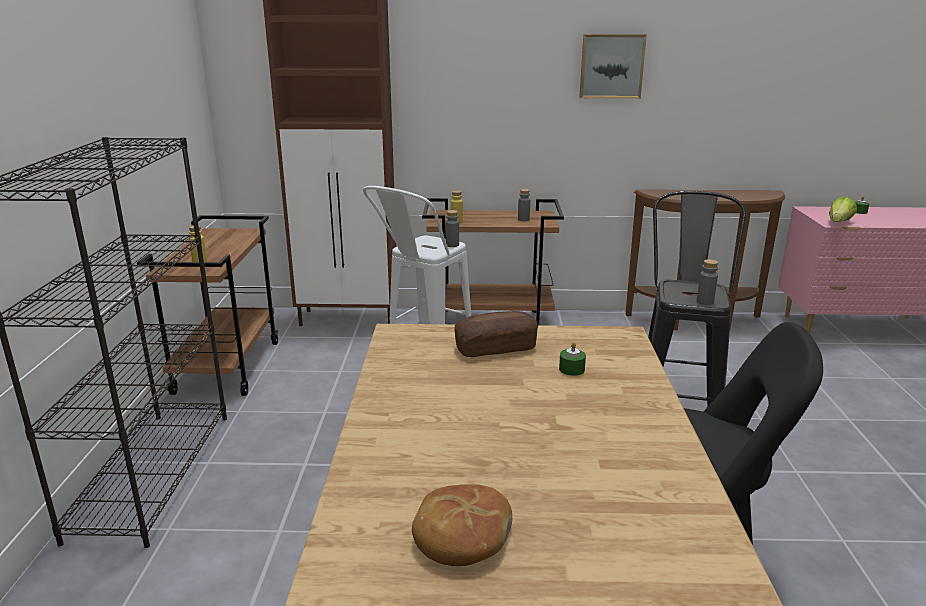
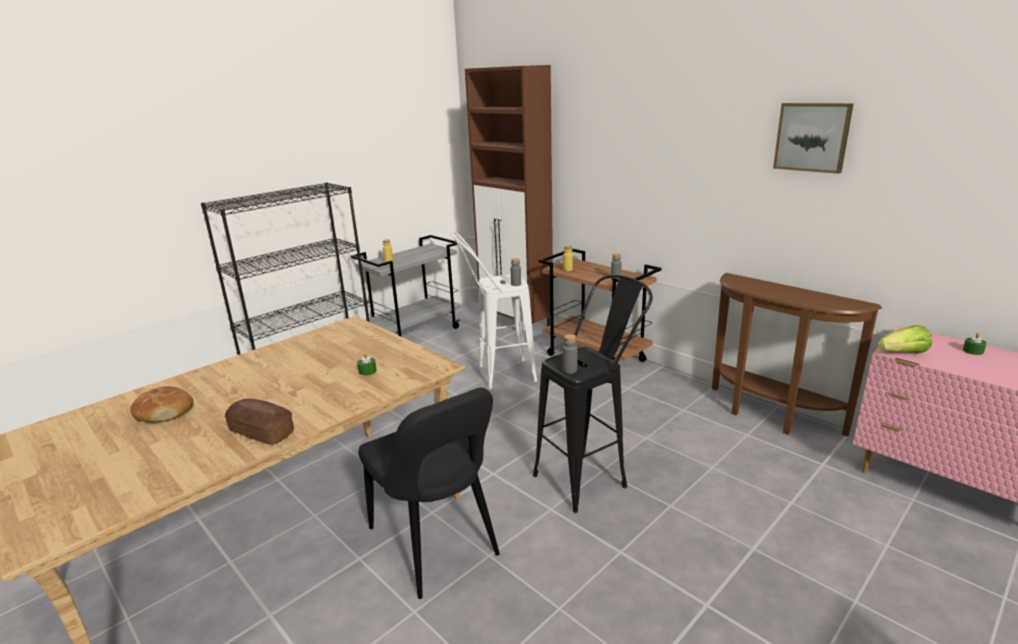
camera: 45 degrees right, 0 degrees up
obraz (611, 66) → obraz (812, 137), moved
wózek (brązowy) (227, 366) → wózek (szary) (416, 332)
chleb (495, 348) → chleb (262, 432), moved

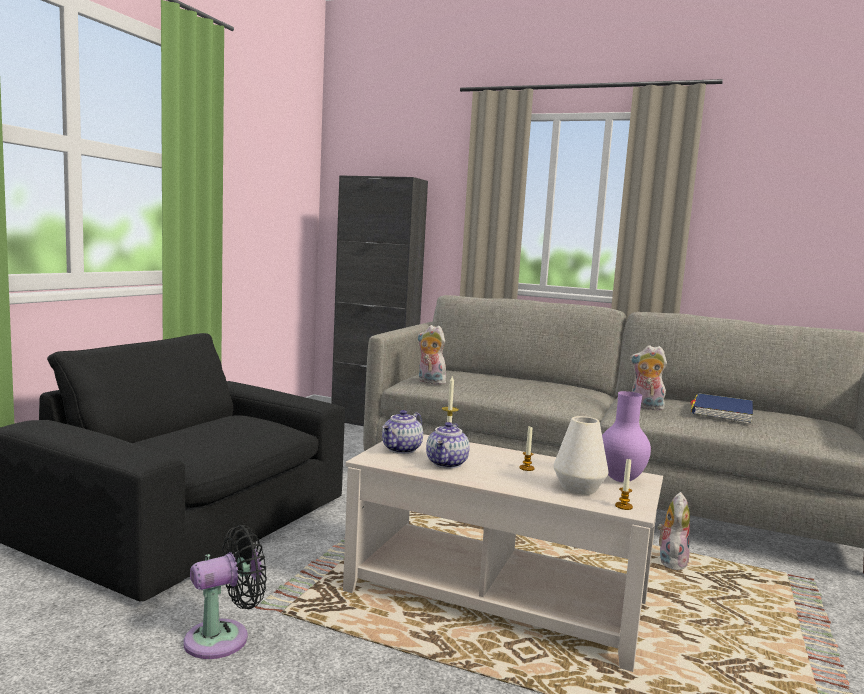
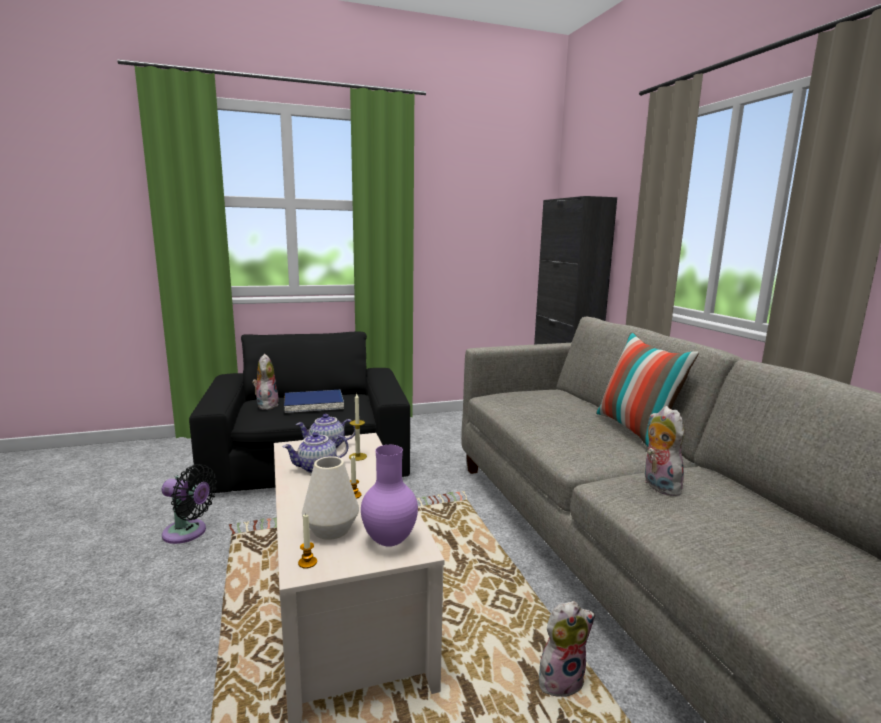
camera: 50 degrees right, 5 degrees up
pluszak (429, 382) → pluszak (266, 405), moved
książka (niebieski) (722, 412) → książka (niebieski) (313, 404), moved
- → poduszka (636, 430)

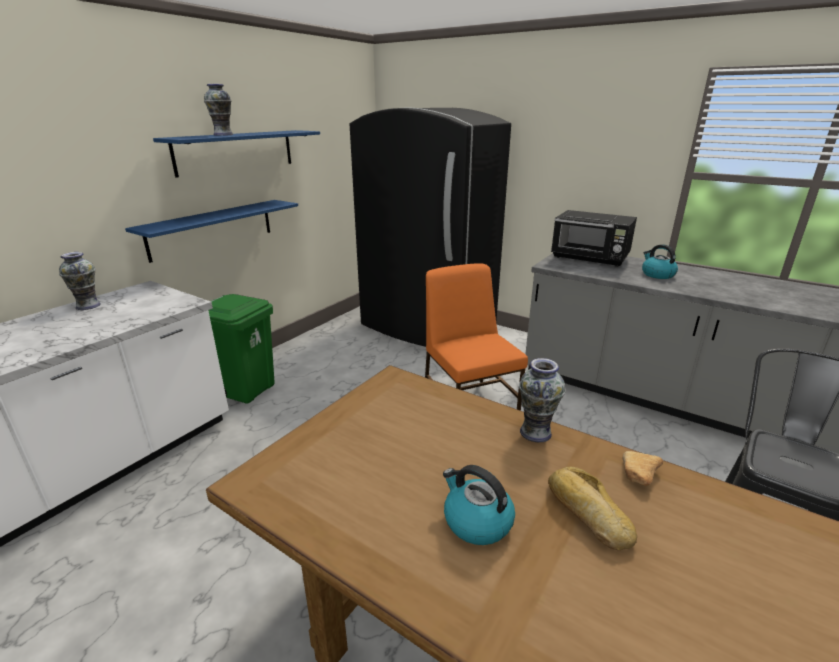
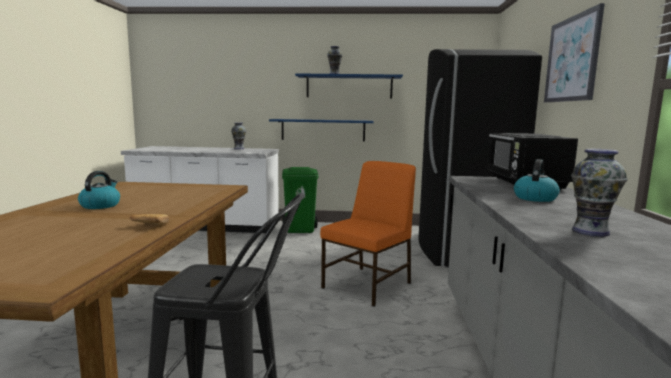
camera: 60 degrees right, 15 degrees down
wazon (535, 432) → wazon (590, 231), moved
chleb (586, 513) → -
- → obraz (572, 59)

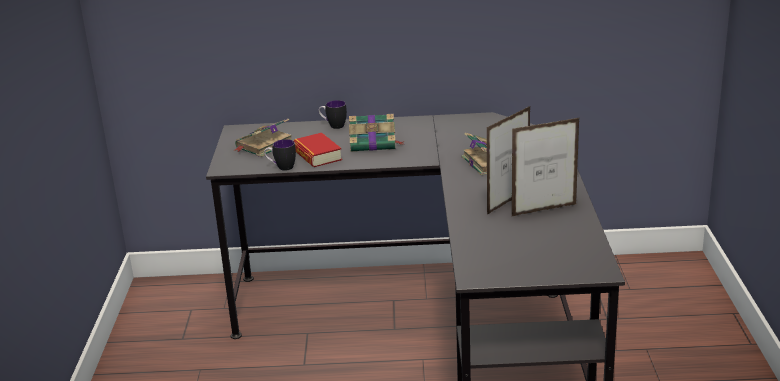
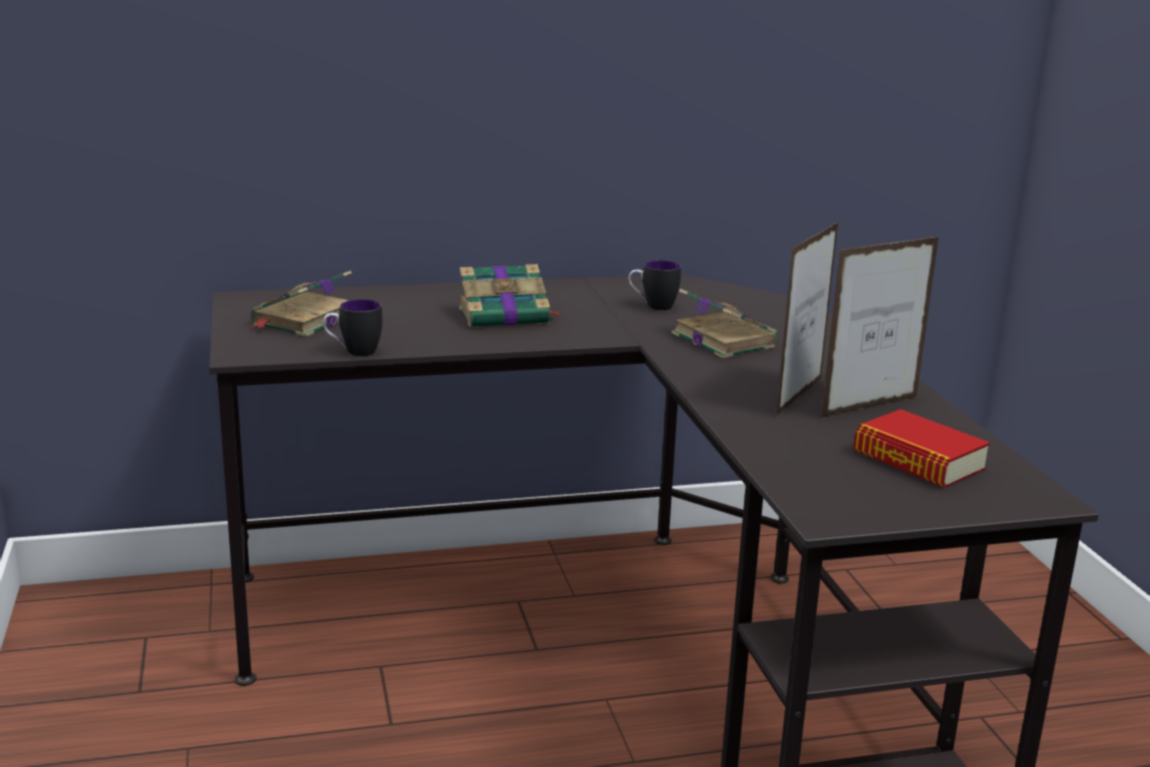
camera: 15 degrees left, 5 degrees down
kubek (333, 126) → kubek (652, 306), moved
książka (317, 155) → książka (918, 460), moved

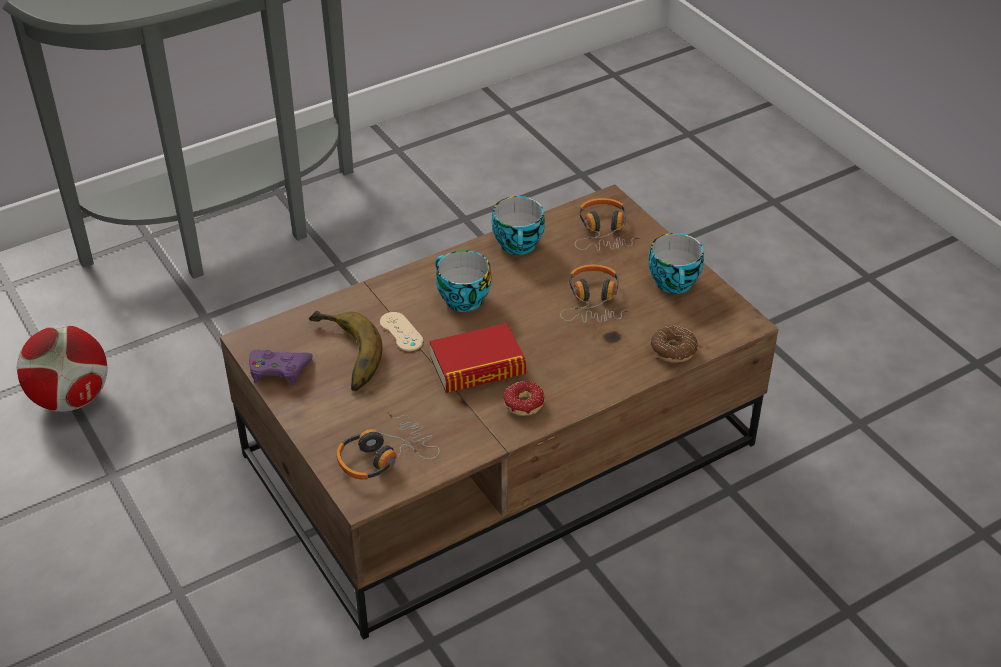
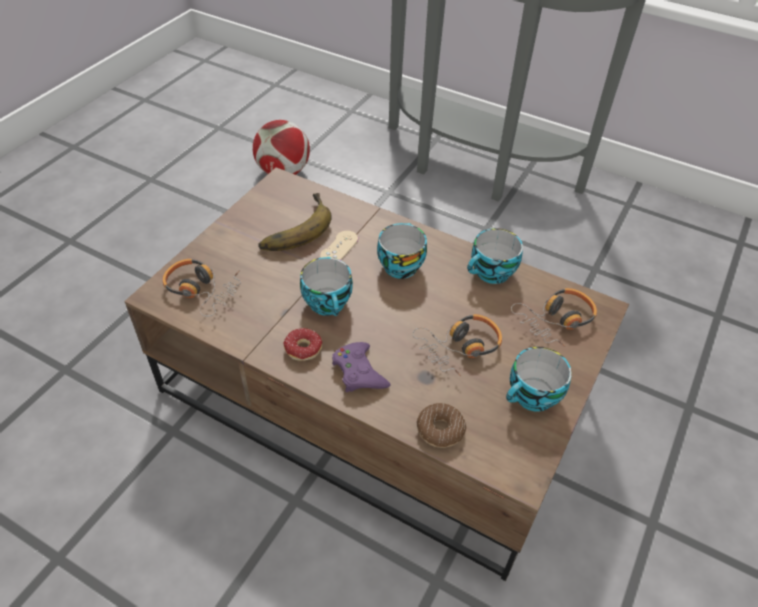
camera: 60 degrees right, 5 degrees up
książka (477, 366) → filiżanka (329, 304)
pad do gier (fioletowy) (279, 370) → pad do gier (fioletowy) (359, 372), moved

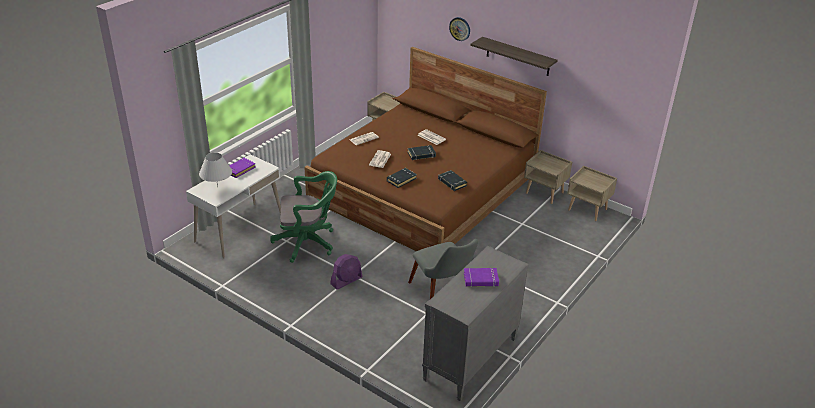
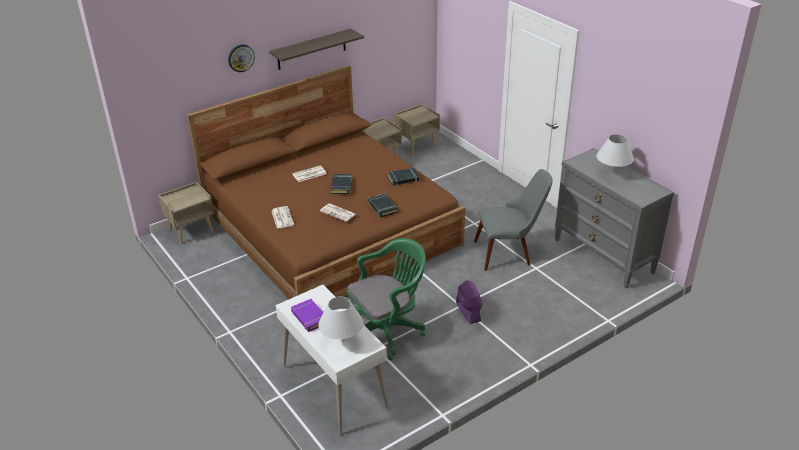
camera: 70 degrees left, 0 degrees up
krzesło biurowe (zielony) (308, 242) → krzesło biurowe (zielony) (388, 330), 45 degrees clockwise
książka (fioletowy) (481, 279) → lampa stołowa (biały) (612, 174)

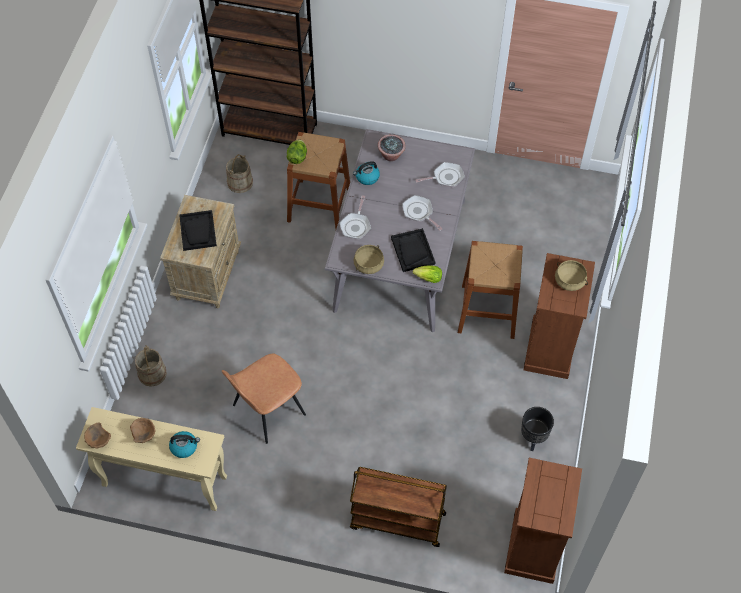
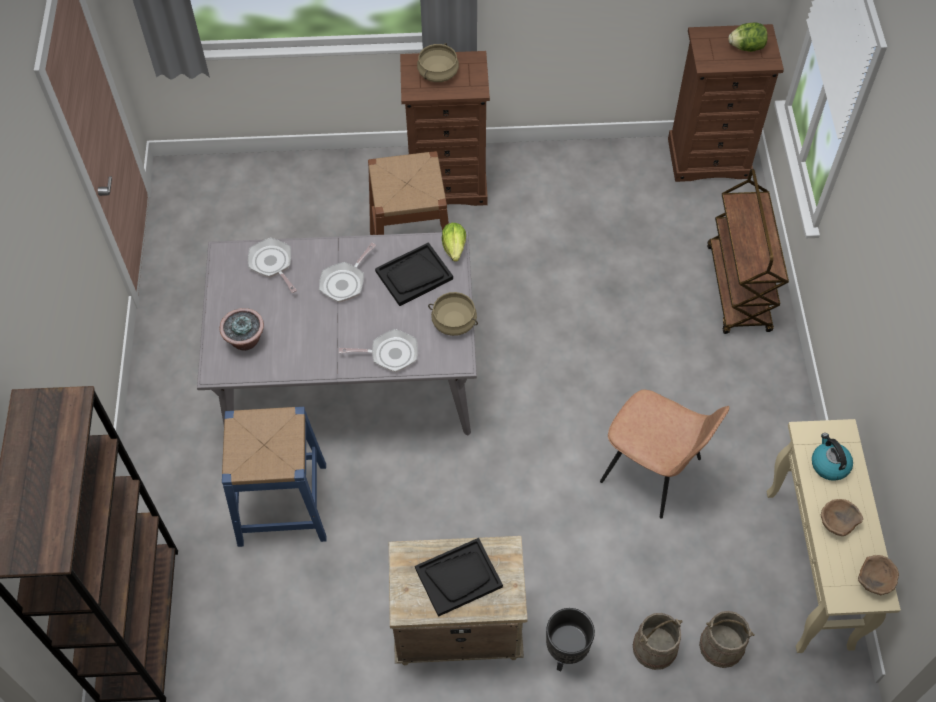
camera: 105 degrees left, 0 degrees up
stołek (brązowy) (319, 204) → stołek (niebieski) (282, 504)
sałata (297, 157) → sałata (746, 47), moved
wiadro (beżowy) (240, 182) → wiadro (beżowy) (721, 646), moved
czajnik (367, 177) → -
donica (czarny) (533, 439) → donica (czarny) (566, 652), moved

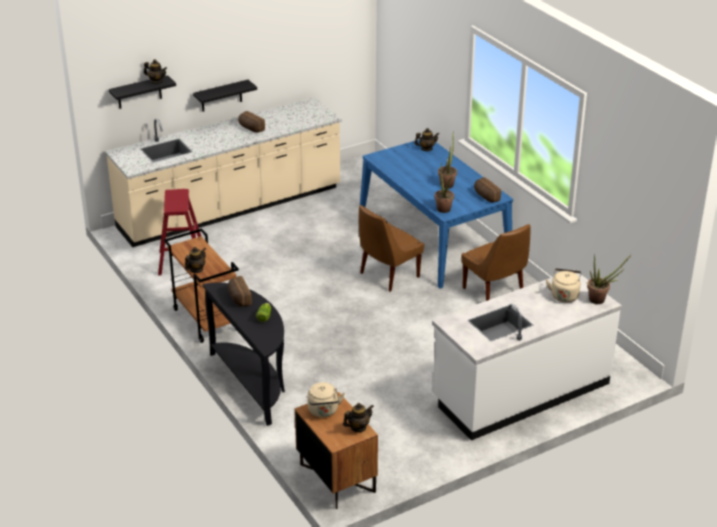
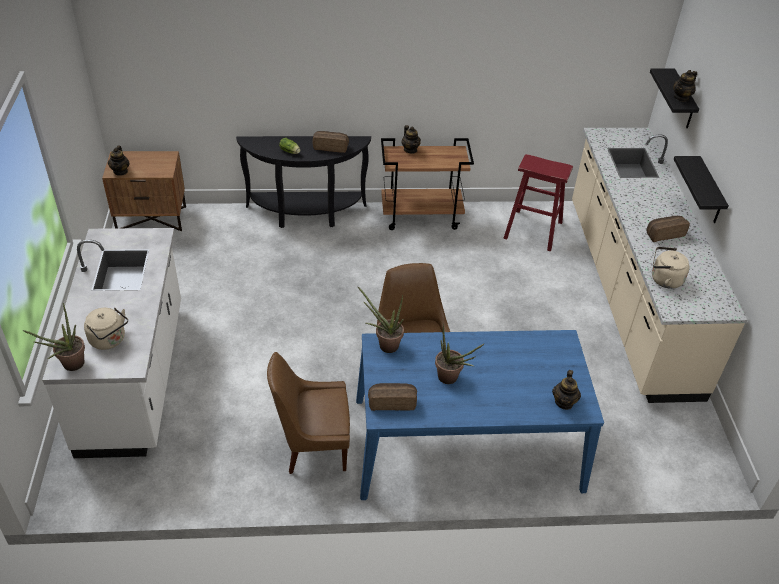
camera: 115 degrees right, 10 degrees up
czajnik (beżowy) (323, 411) → czajnik (beżowy) (664, 280), moved

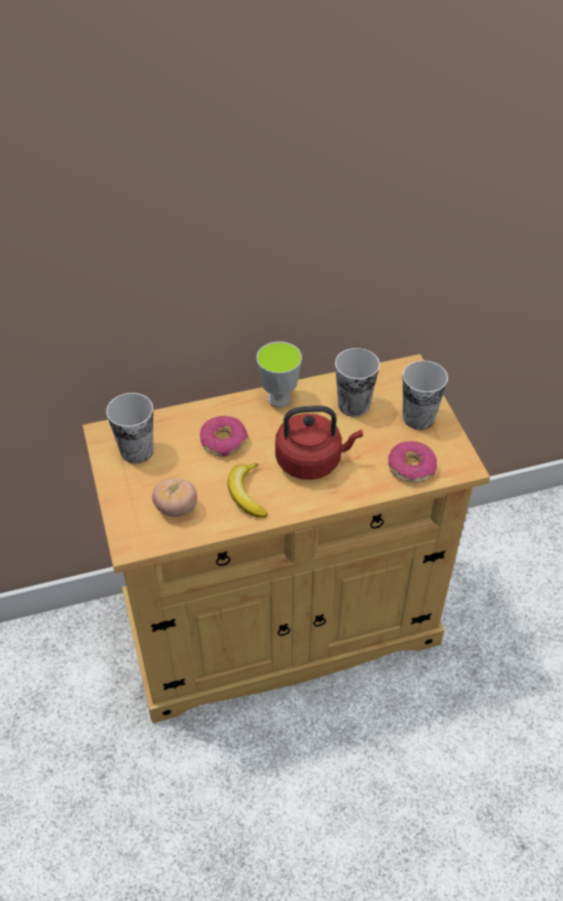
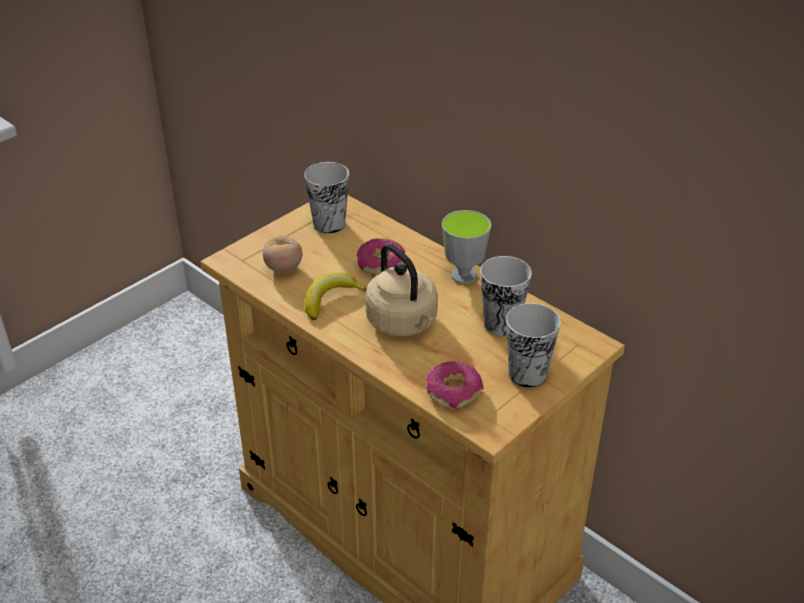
camera: 60 degrees right, 10 degrees down
czajnik (czerwony) (312, 461) → czajnik (beżowy) (404, 323)

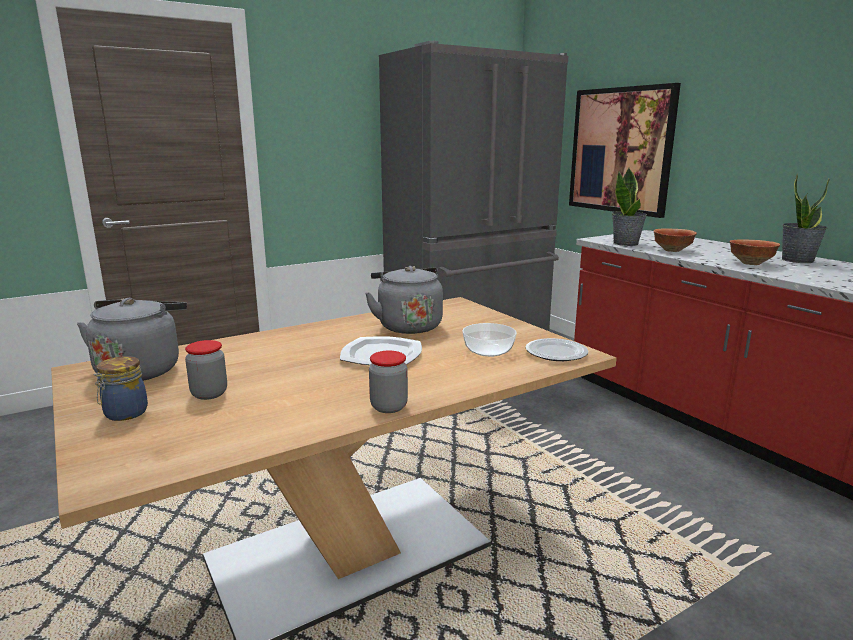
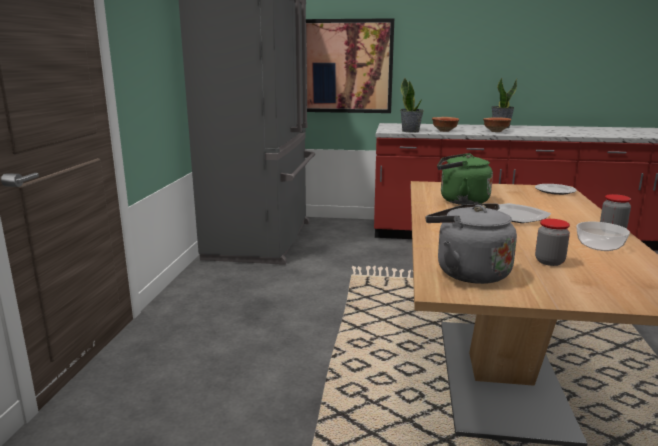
camera: 50 degrees left, 0 degrees up
czajnik (szary) (407, 326) → czajnik (zielony) (460, 201)
miska (489, 351) → miska (599, 246), moved
słoik (124, 414) → -

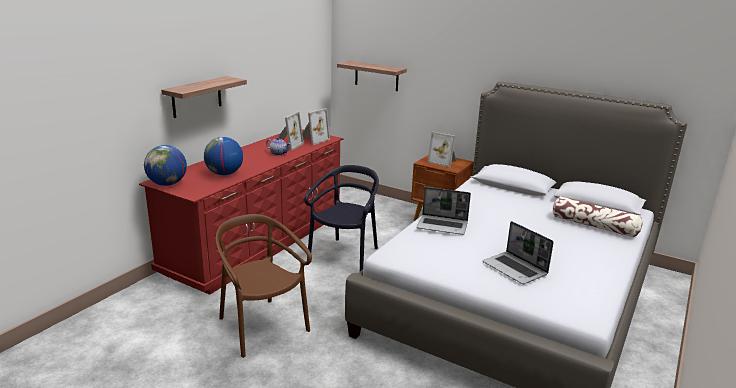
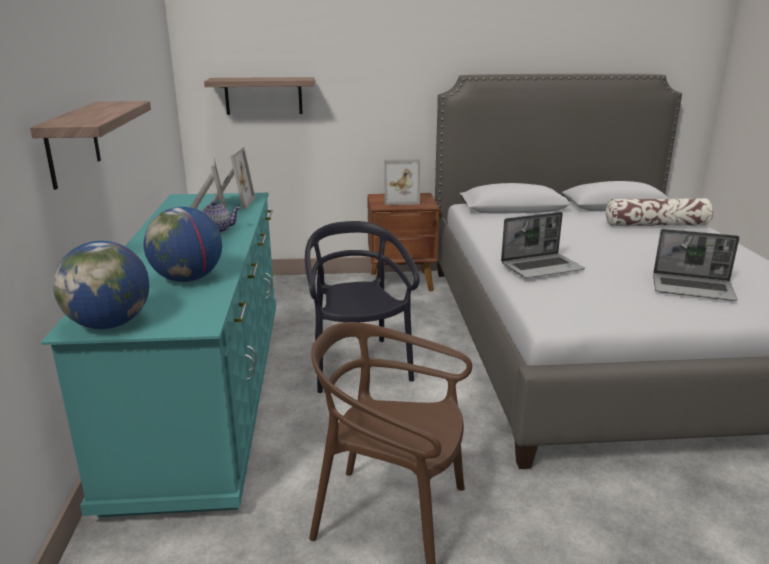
camera: 35 degrees left, 0 degrees up
komoda (czerwony) (258, 243) → komoda (turkusowy) (207, 394)

